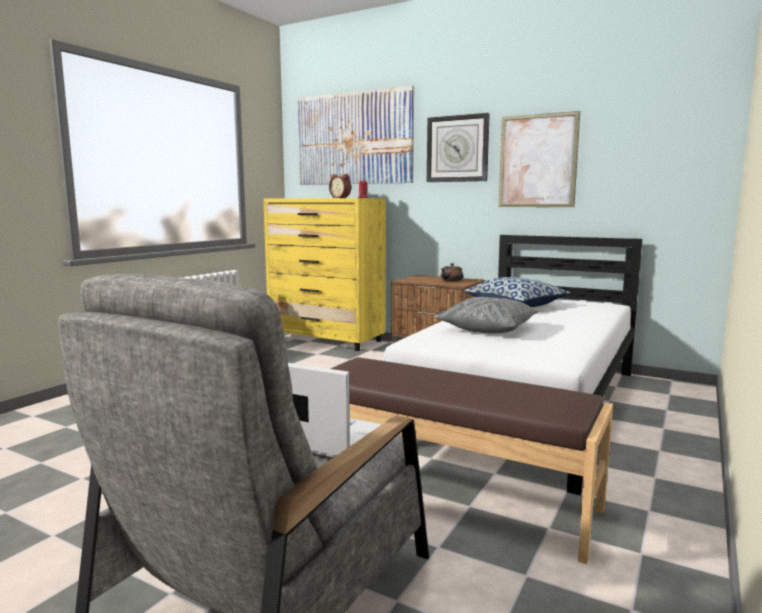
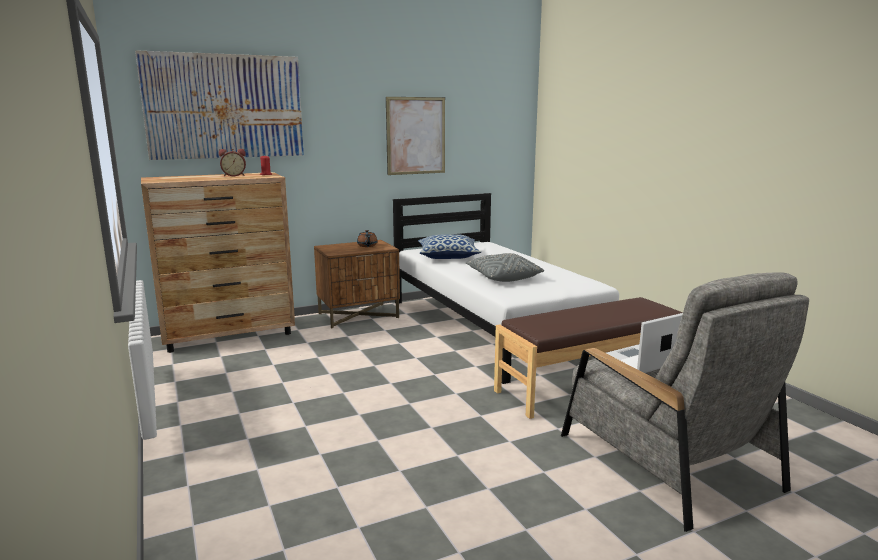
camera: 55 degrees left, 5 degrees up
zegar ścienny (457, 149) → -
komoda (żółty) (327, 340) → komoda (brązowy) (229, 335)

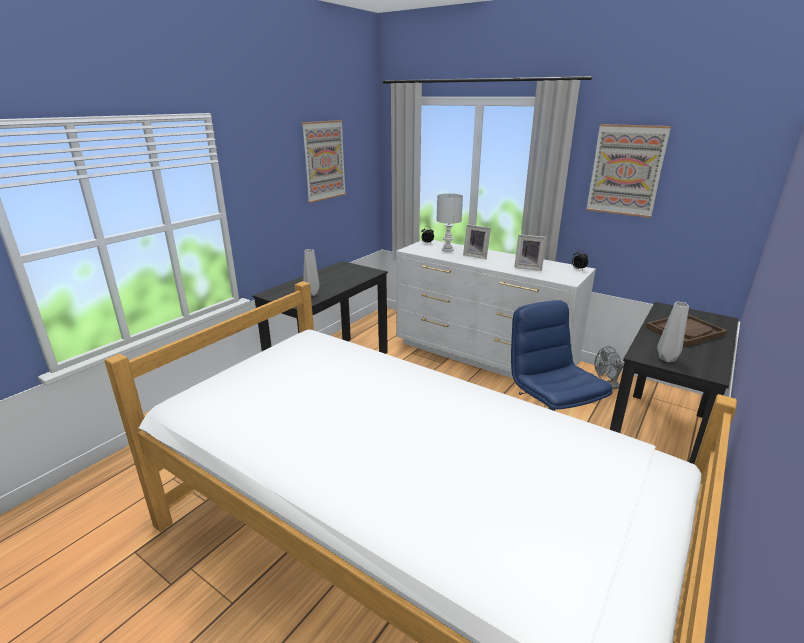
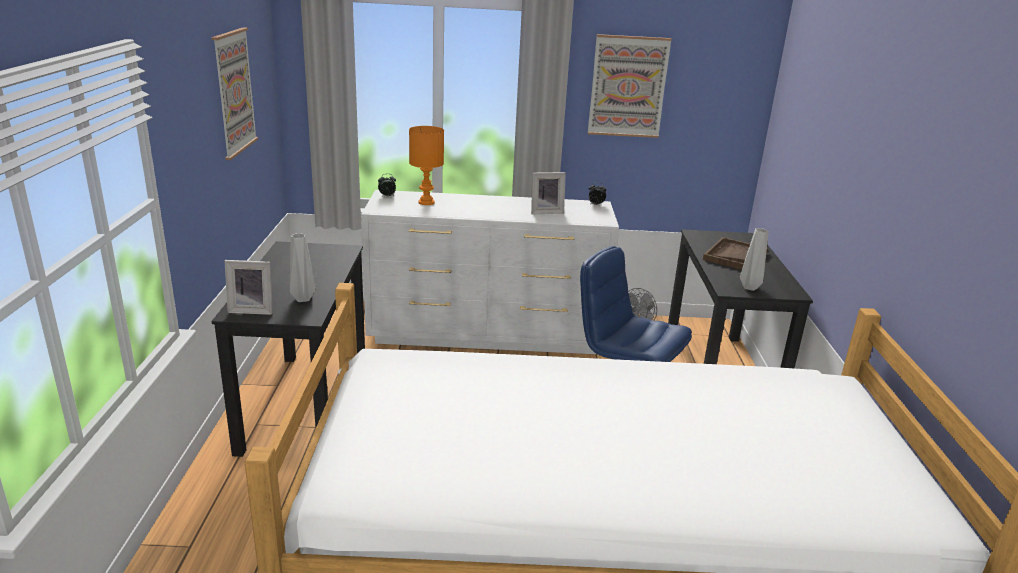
camera: 35 degrees left, 0 degrees up
lampa stołowa (biały) (448, 250) → lampa stołowa (pomarańczowy) (427, 202)
ramka na zdjęcie (476, 256) → ramka na zdjęcie (252, 309), moved

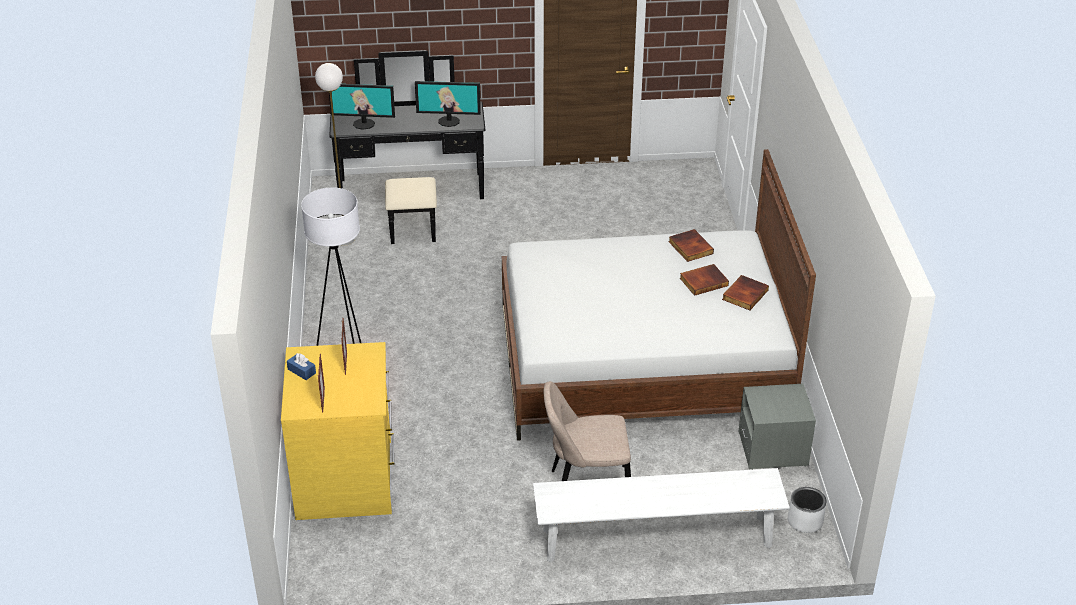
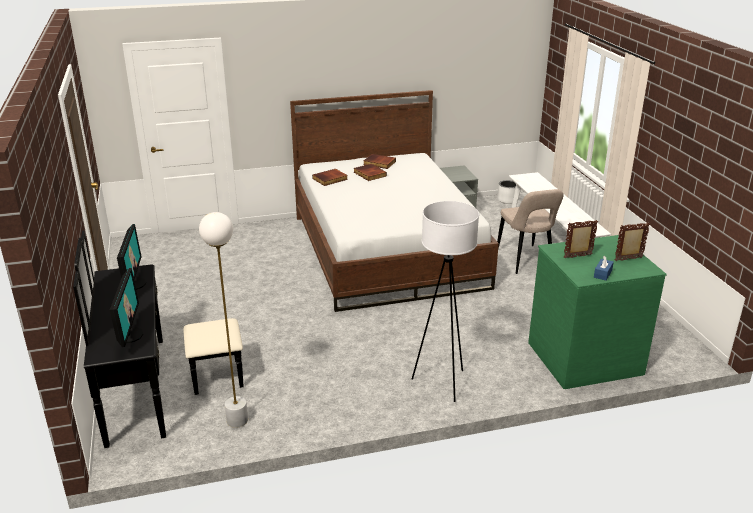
camera: 100 degrees left, 10 degrees down
komoda (żółty) (346, 479) → komoda (zielony) (583, 357)

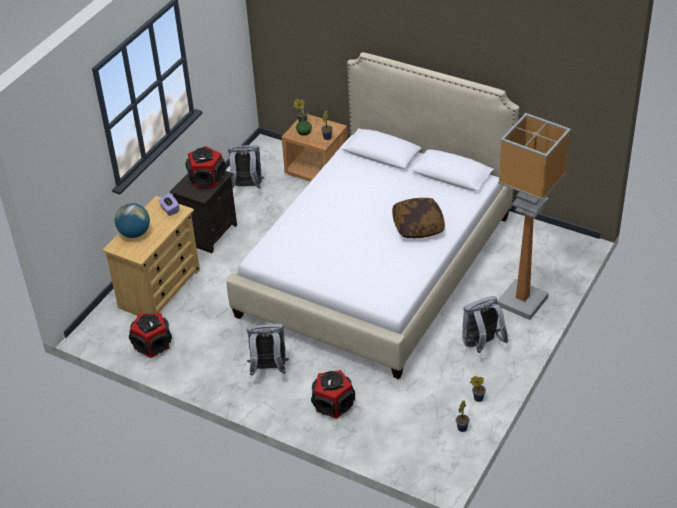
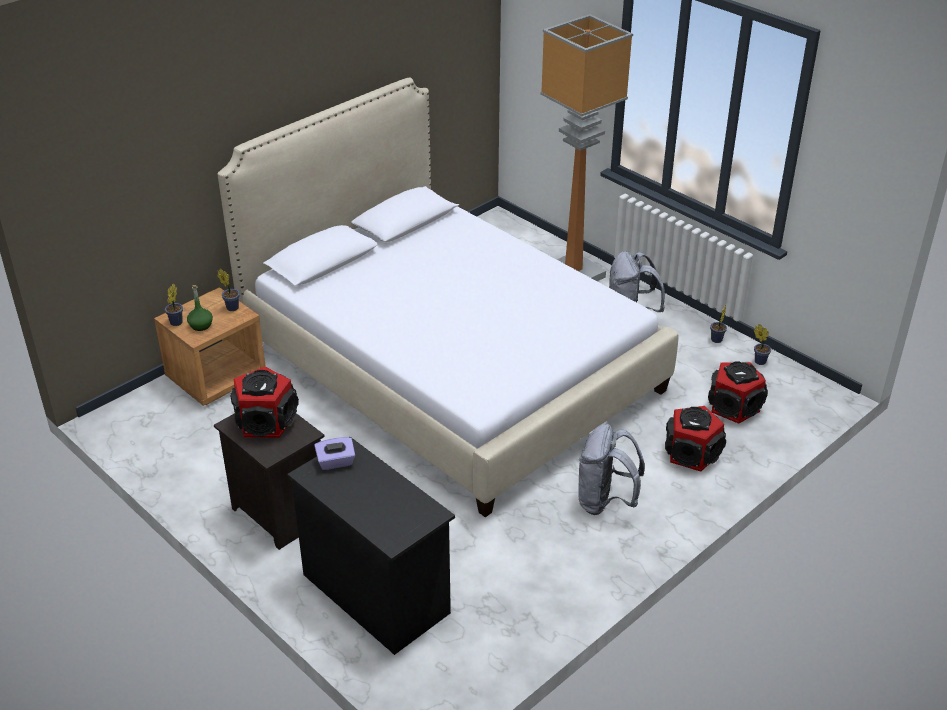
camera: 75 degrees left, 5 degrees down
plecak (szary) (247, 187) → -
komoda (beżowy) (160, 288) → komoda (czarny) (375, 593)
poduszka (418, 225) → -
globus (134, 233) → -
głośnik (153, 344) → głośnik (733, 407), moved

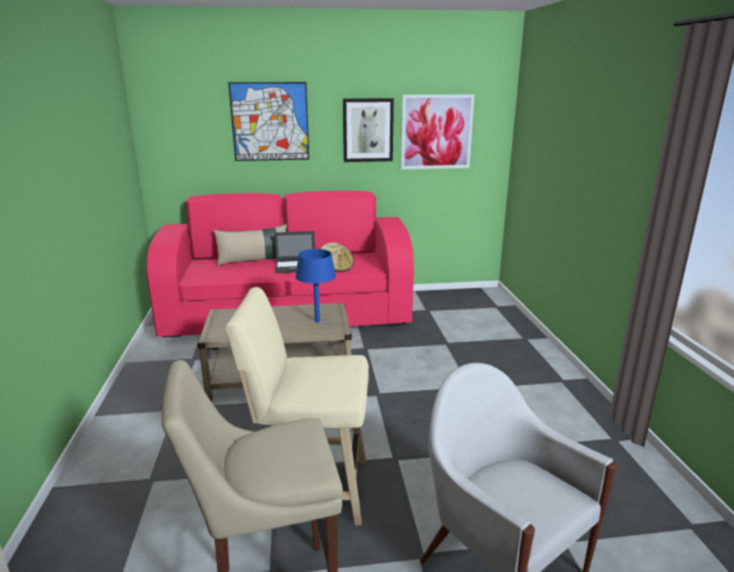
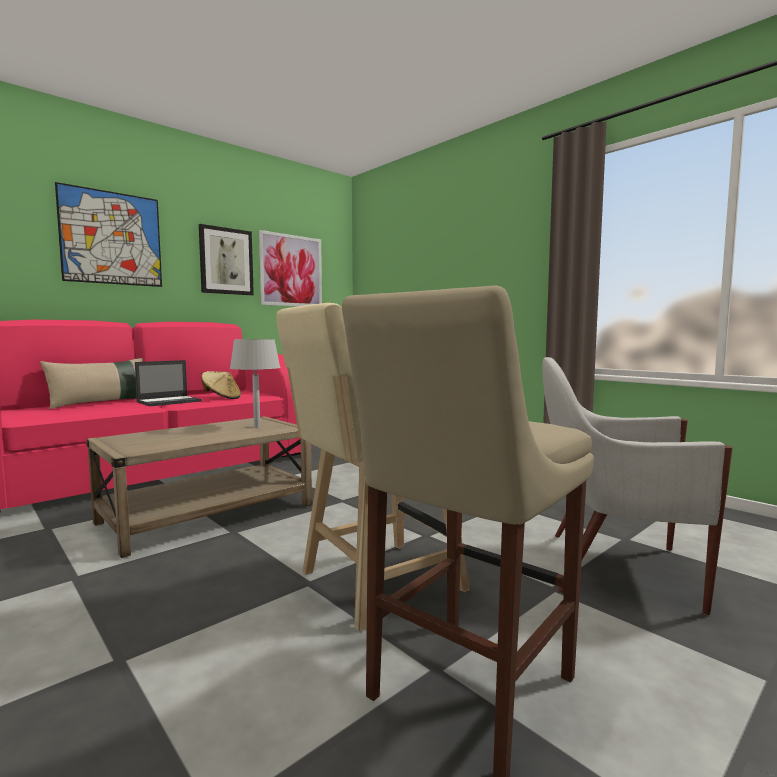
camera: 35 degrees left, 15 degrees down
lampa stołowa (niebieski) (317, 321) → lampa stołowa (szary) (257, 427)

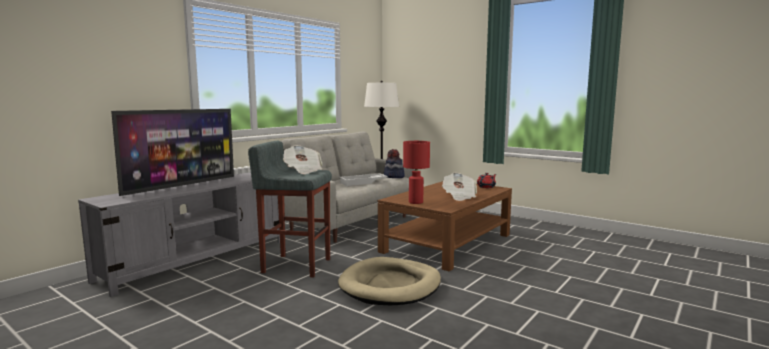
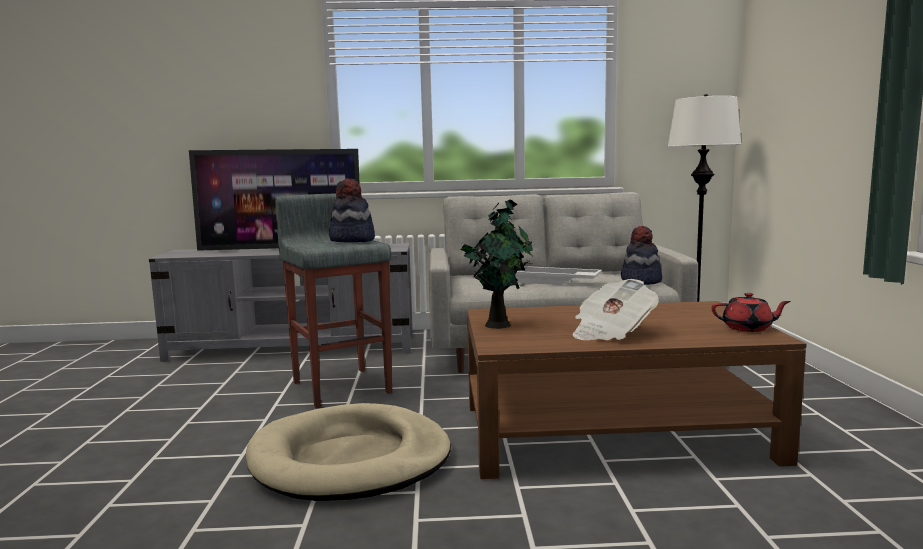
camera: 50 degrees right, 0 degrees up
lampa stołowa (czerwony) (415, 202) → roślina doniczkowa (499, 324)
gazeta (303, 170) → kapelusz (352, 240)

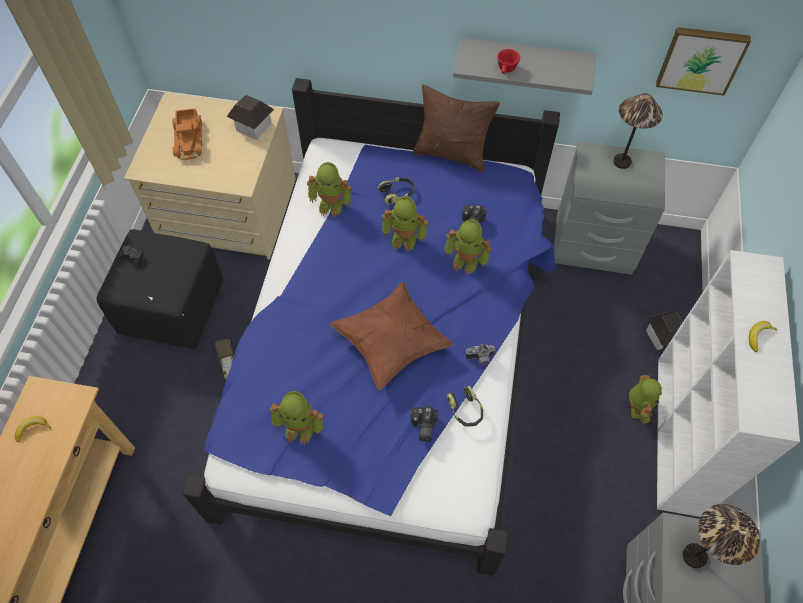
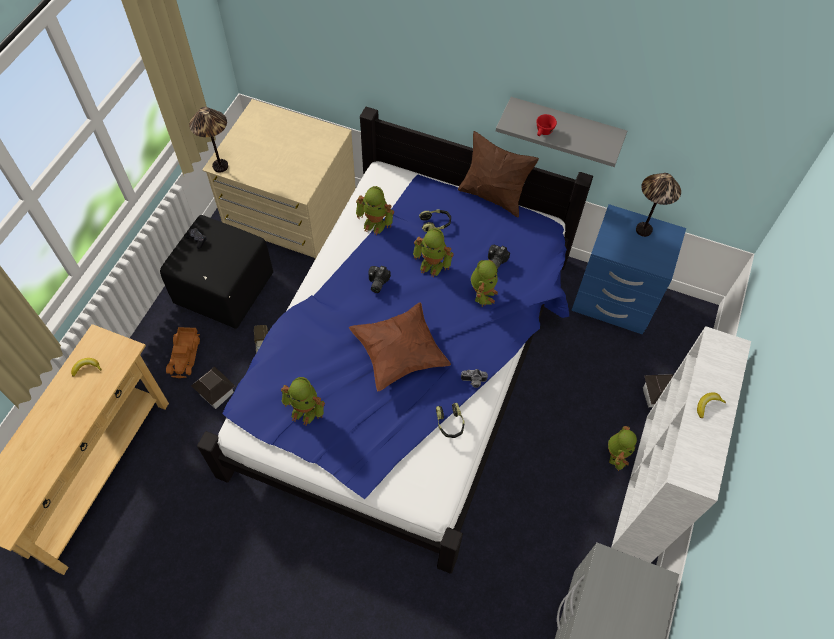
camera: 10 degrees right, 0 degrees up
obraz (701, 59) → -
domek (253, 126) → domek (216, 393), moved
ciężarówka zabawkowa (190, 139) → ciężarówka zabawkowa (185, 355), moved
szafka nocna (szary) (593, 245) → szafka nocna (niebieski) (613, 301)
robot zabawkowy (466, 260) → robot zabawkowy (482, 294), 105 degrees counterclockwise
aparat fotograficzny (422, 427) → aparat fotograficzny (376, 283), moved
lampa stołowa (694, 557) → lampa stołowa (220, 167), moved

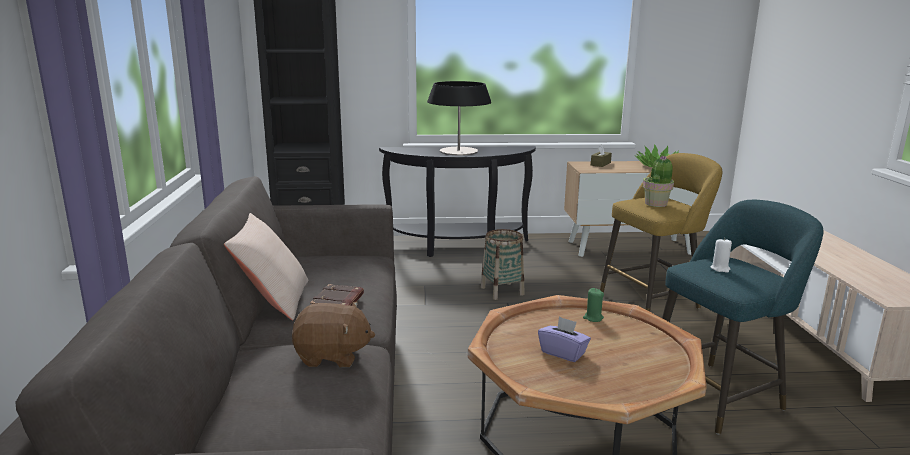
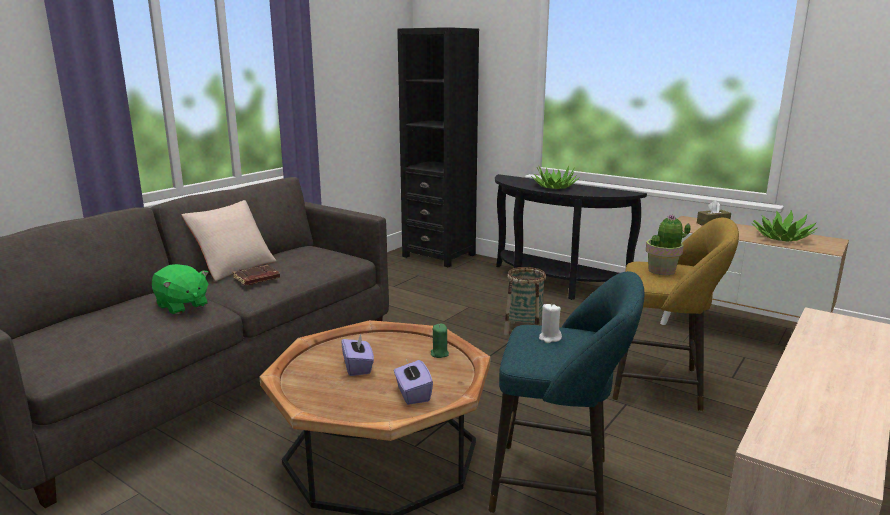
camera: 40 degrees right, 0 degrees up
lampa stołowa (458, 151) → roślina doniczkowa (554, 187)
pluszak (brązowy) (332, 356) → pluszak (zielony) (182, 306)
- → pudełko chusteczek (fioletowy) (412, 394)

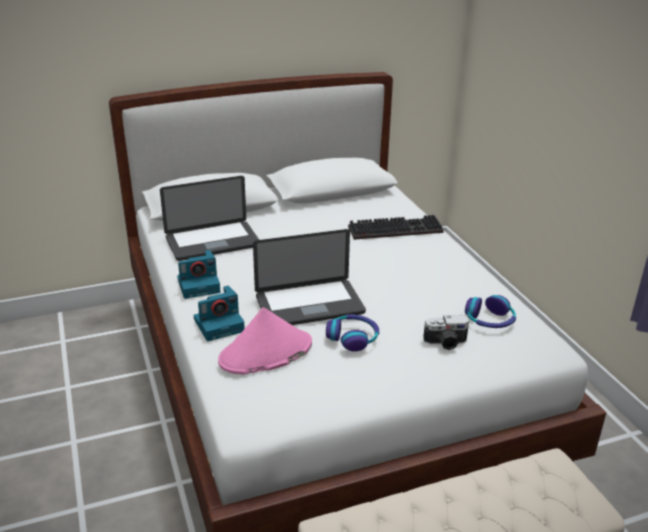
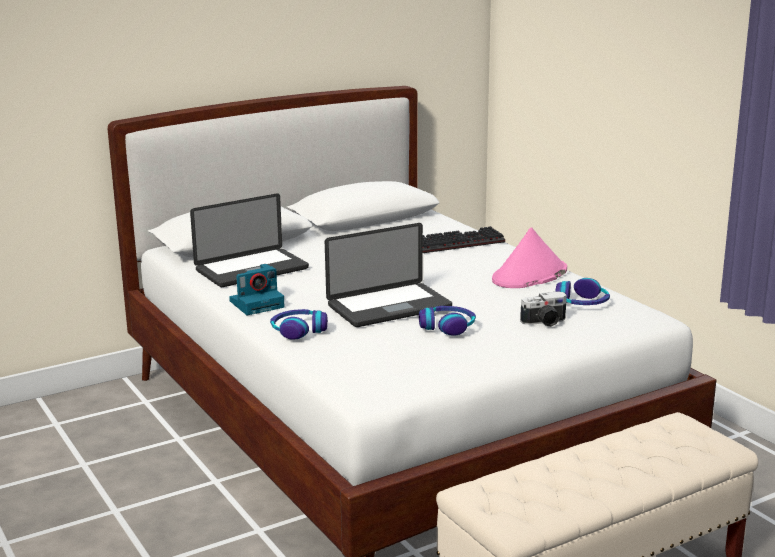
camera: 10 degrees left, 10 degrees down
aparat fotograficzny (220, 324) → słuchawki (298, 330)
kapelusz (różowy) (265, 353) → kapelusz (różowy) (529, 275), moved

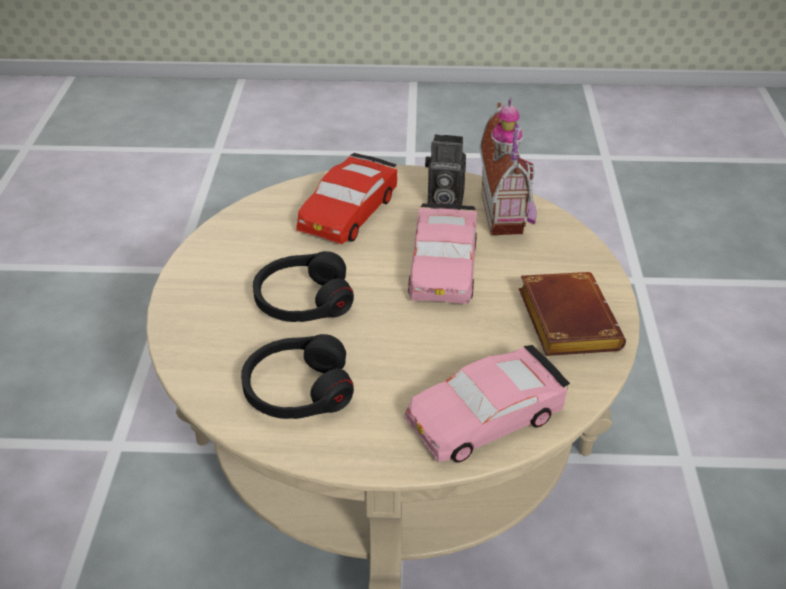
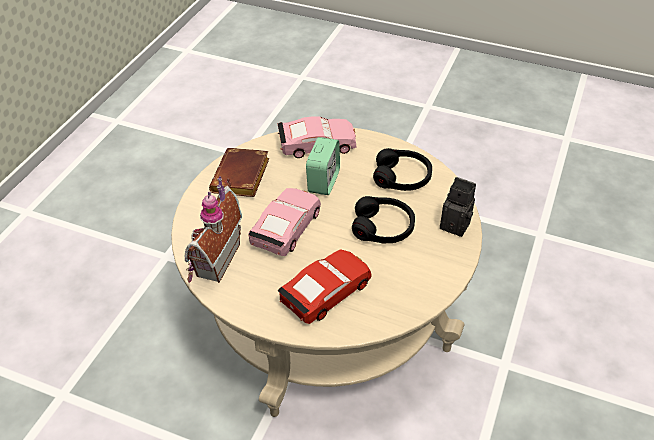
camera: 160 degrees left, 5 degrees up
aparat fotograficzny (443, 201) → aparat fotograficzny (457, 225), moved
- → budzik (323, 182)

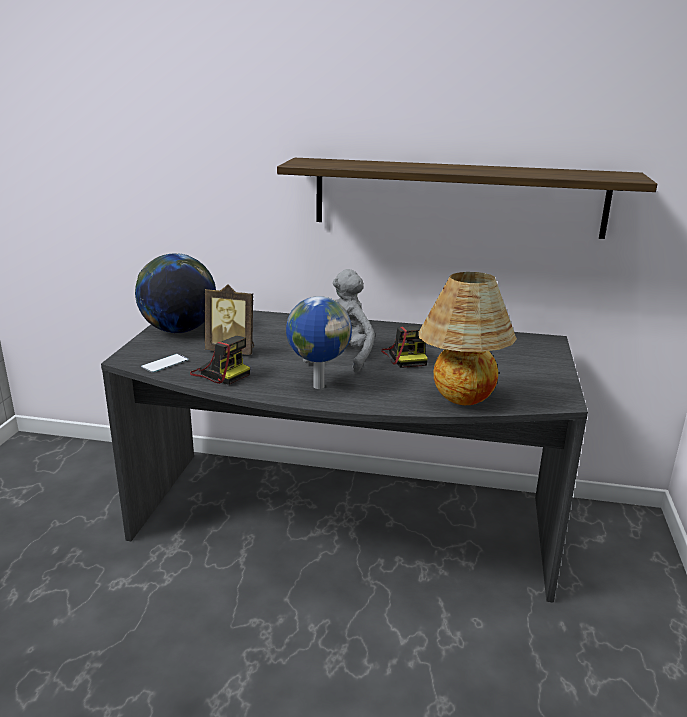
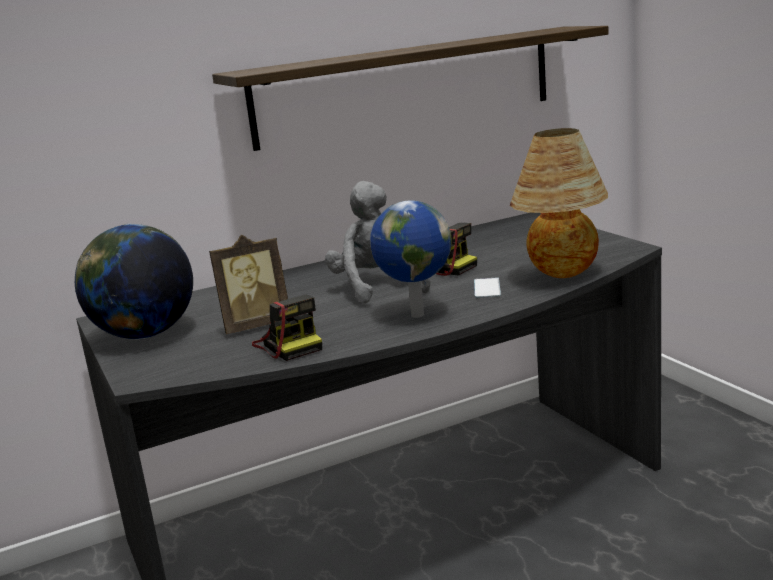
camera: 35 degrees left, 5 degrees down
aparat fotograficzny (220, 373) → aparat fotograficzny (289, 345), 60 degrees clockwise
telefon (165, 363) → telefon (487, 288), moved

